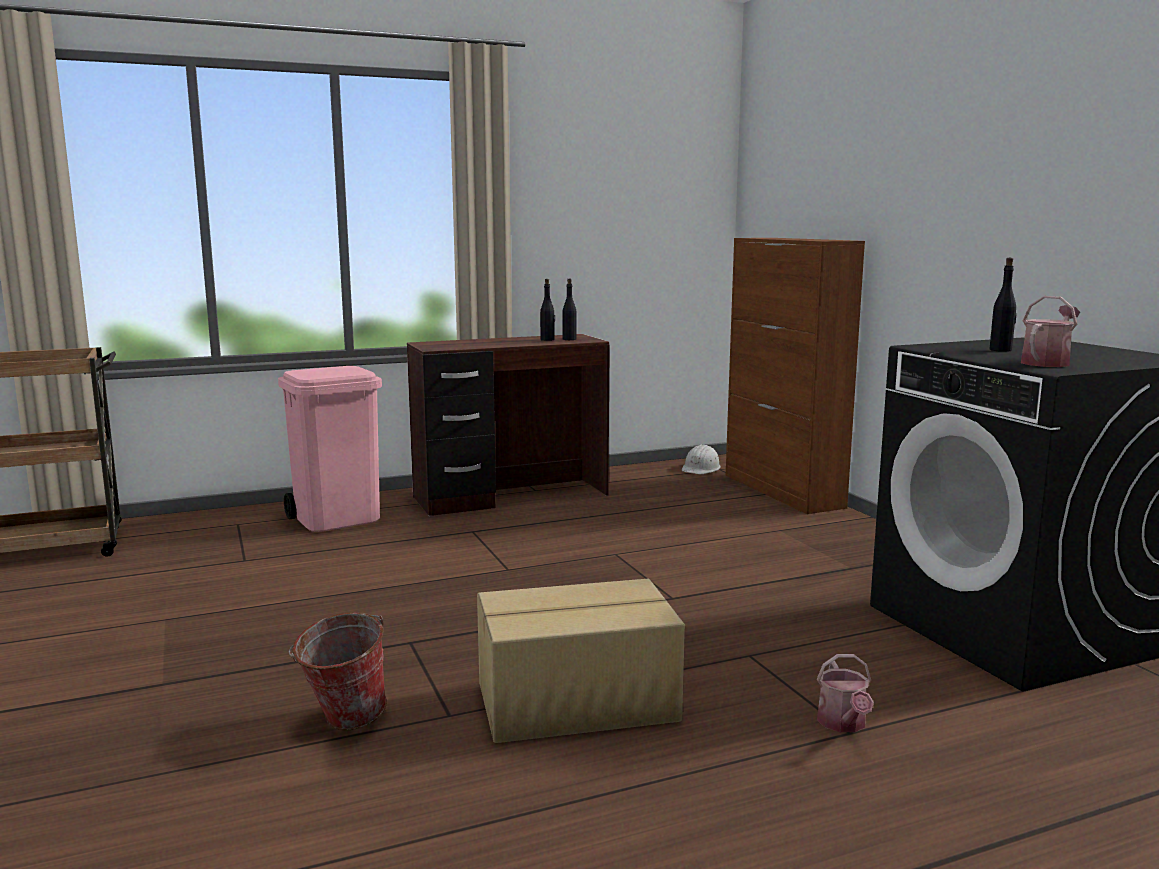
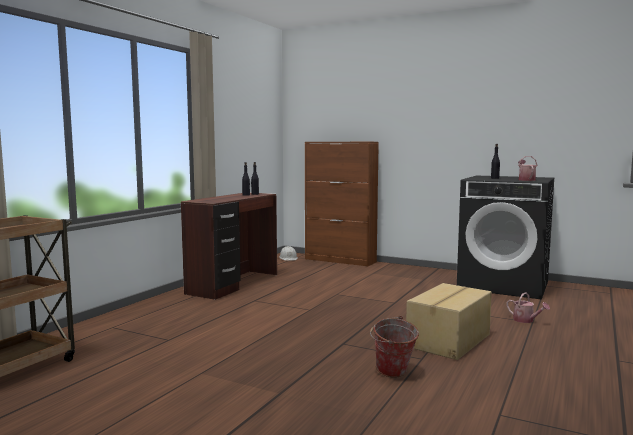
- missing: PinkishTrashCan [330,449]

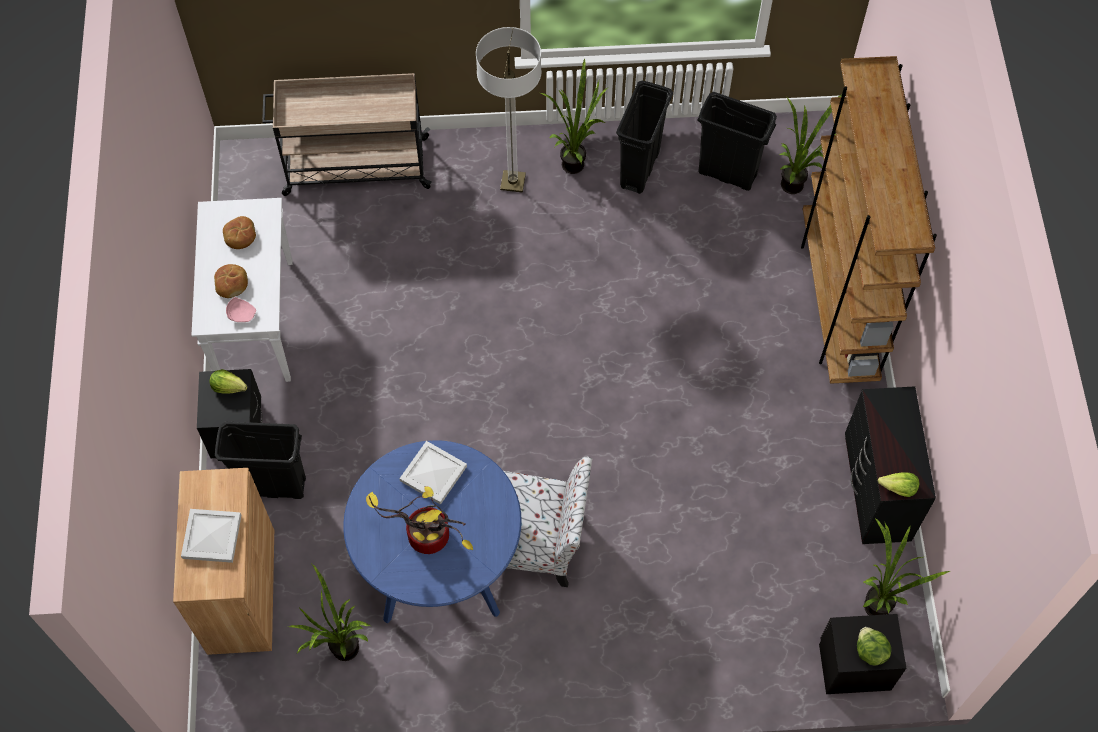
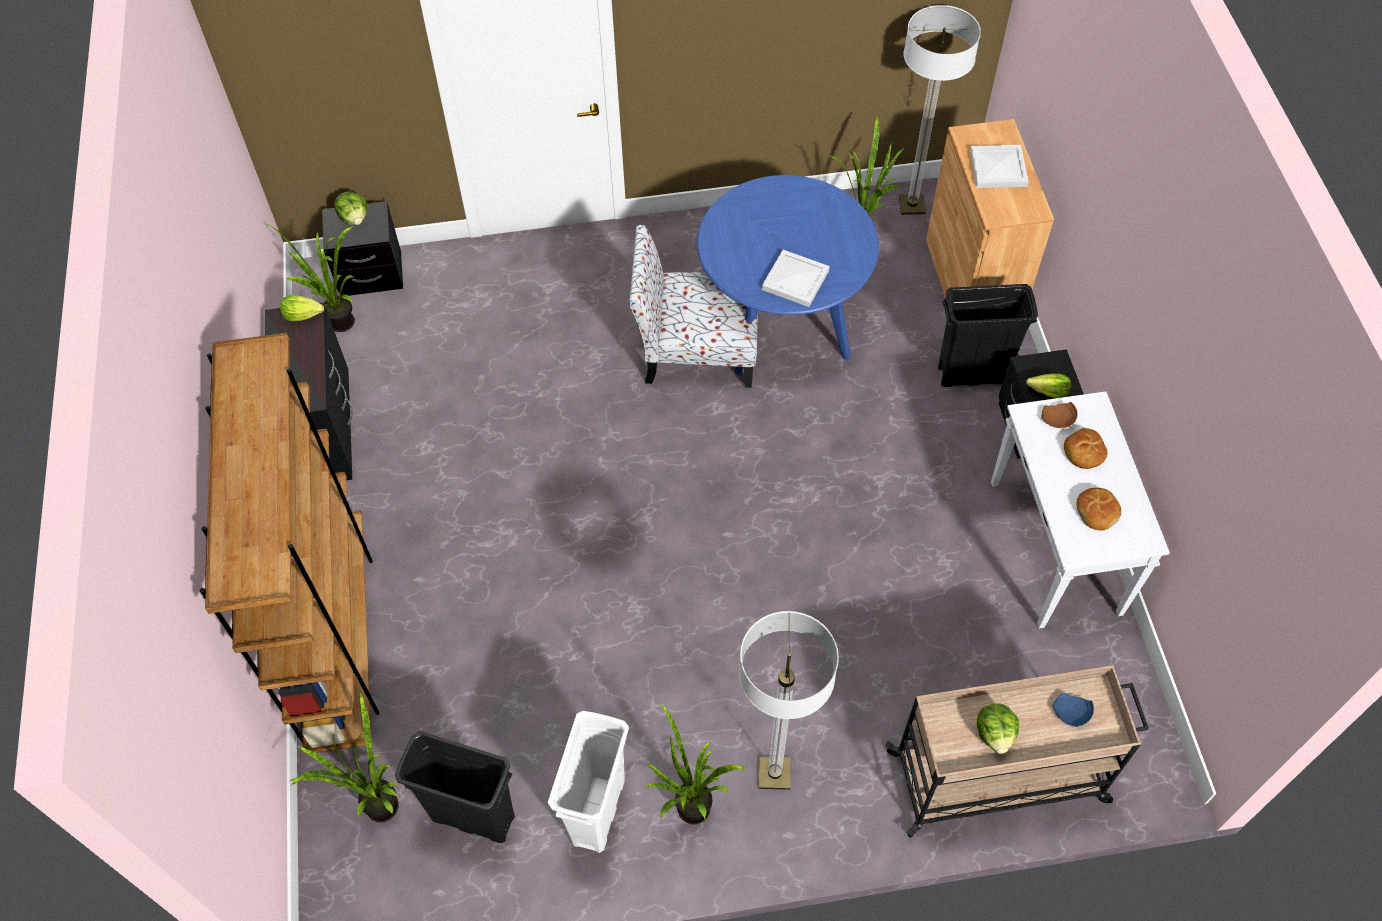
- colour: BlackColouredTrashCan [644,137] to WhiteTrashCan [588,782]
- colour: PinkishFlatDish [241,309] to BrownFlatDish [1059,415]
- missing: PlantInAPot [419,520]
- appeared: FloorLamp [940,110]
- appeared: BlueFlatDish [1073,710]
- appeared: Lettuce [998,728]

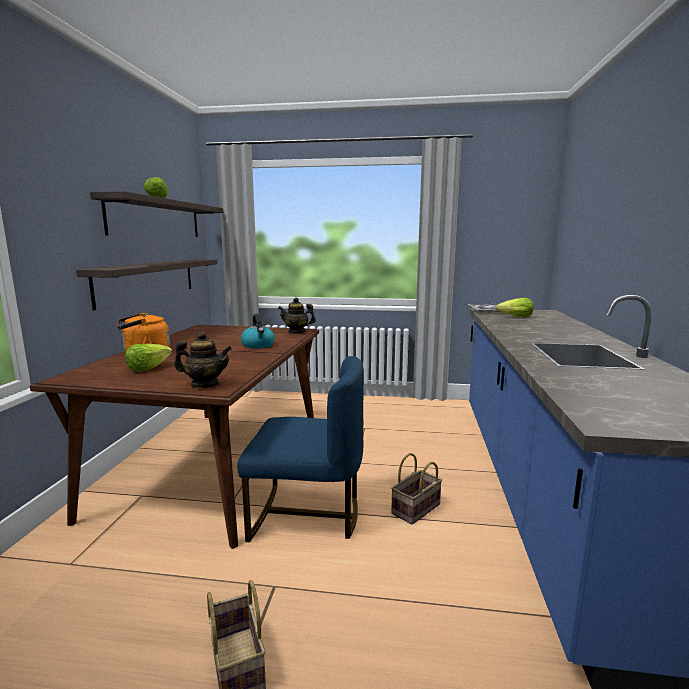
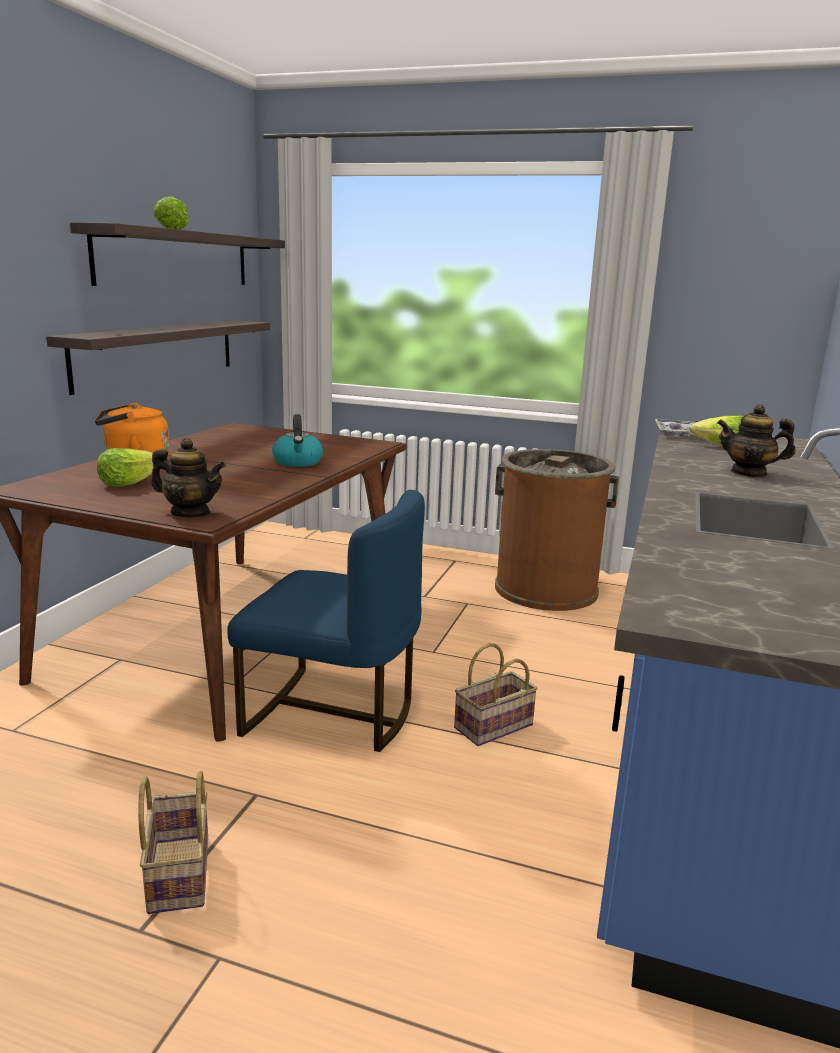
- relocated: Teapot [297,315] to [756,440]
- appeared: BrownTrashCan [557,530]

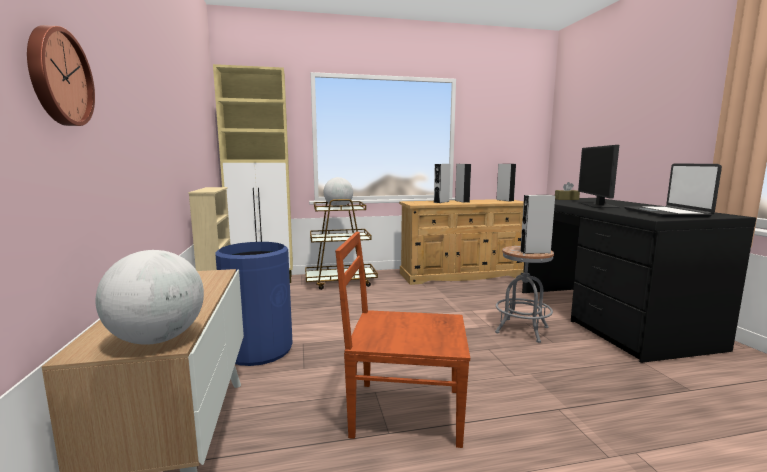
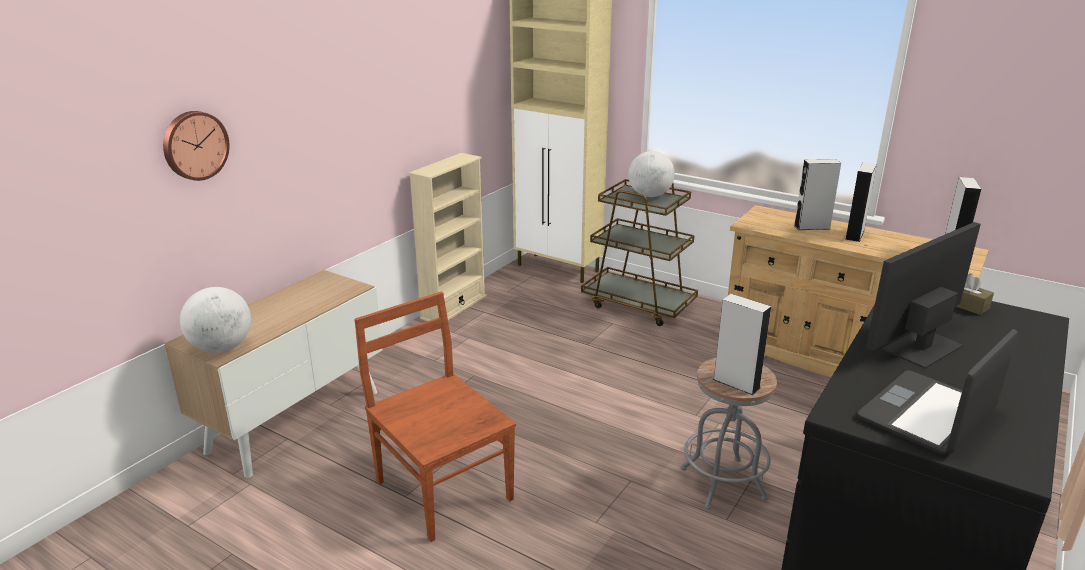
- missing: BlueTrashCan [254,304]

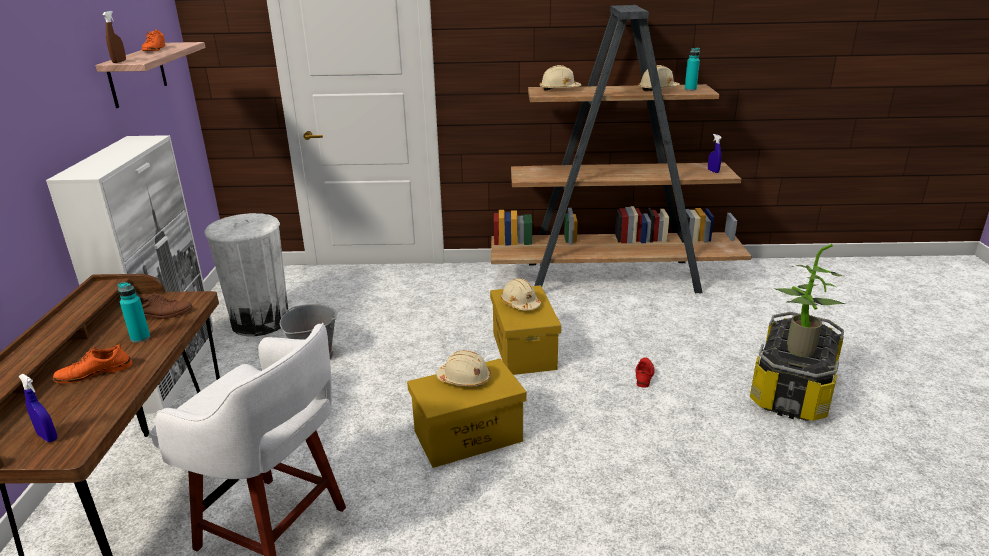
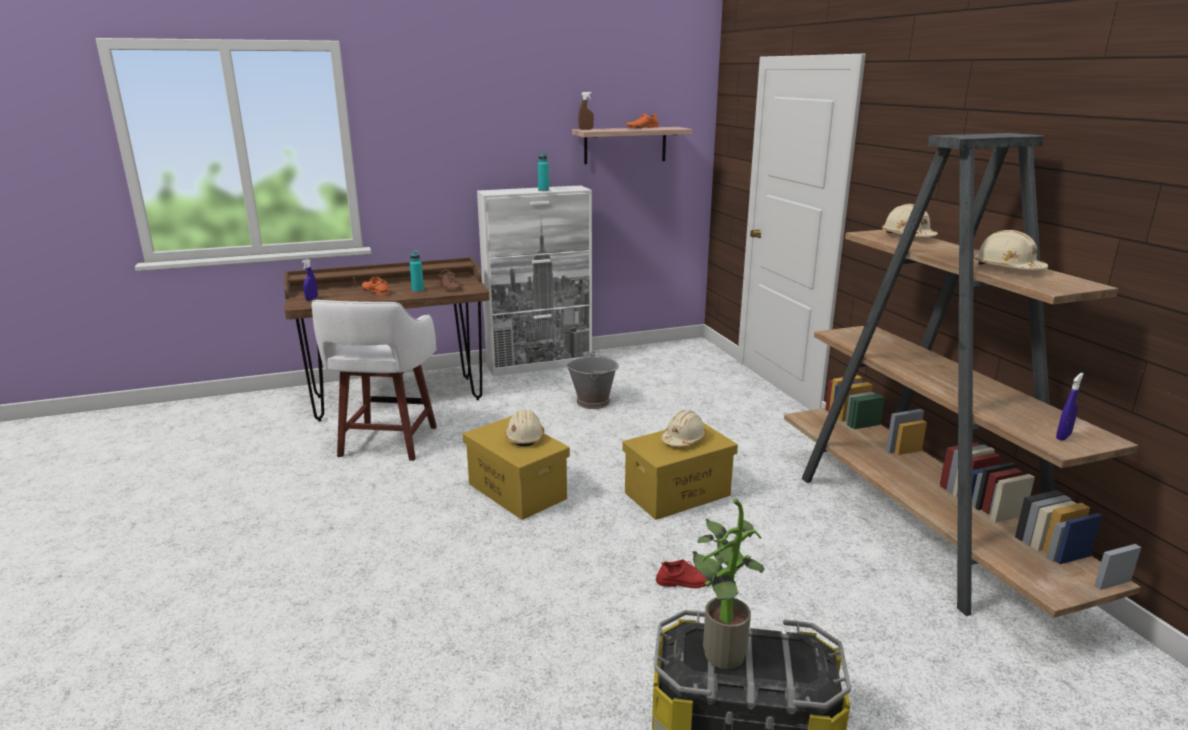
- relocated: TurquoiseColouredBottle [692,69] to [543,172]
- missing: WhiteTrashCan [246,274]

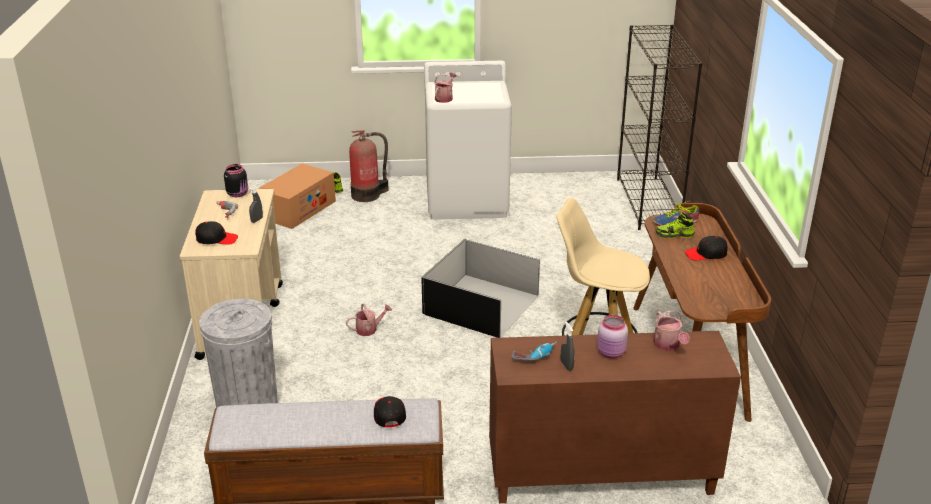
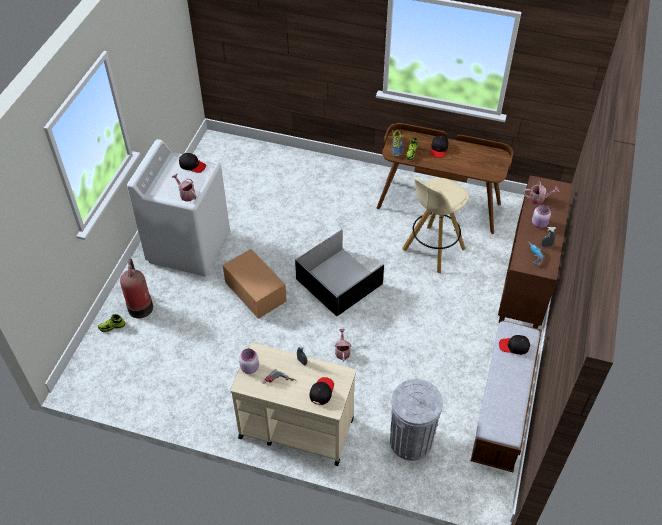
- missing: BlackColouredBookshelf [660,127]
- relocated: CardboardBox [297,196] to [255,284]
- colour: BlackColouredPreserveJar [236,180] to PinkishPreserveJar [249,361]
- appeared: BlackColouredCap [192,163]

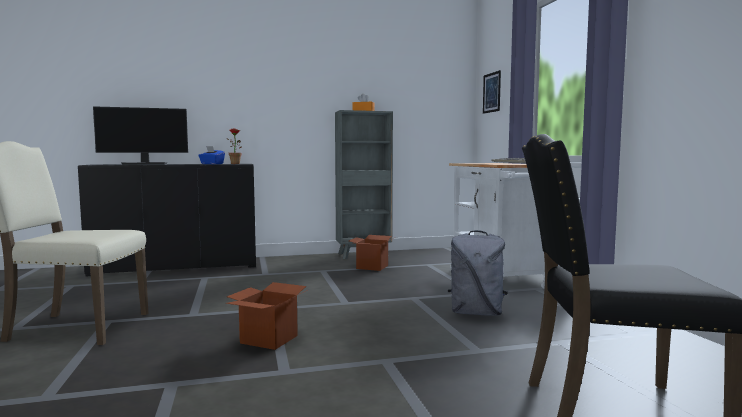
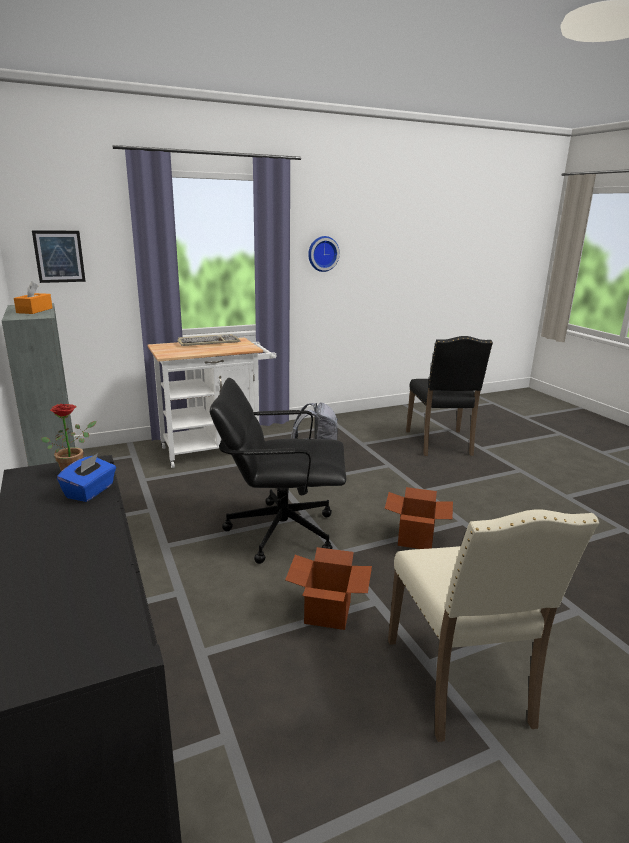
- missing: ComputerDisplay [140,135]
- relocated: CardboardBox [372,253] to [328,588]
- appeared: WallClock [324,254]
- appeared: BlackColouredOfficeChair [278,471]

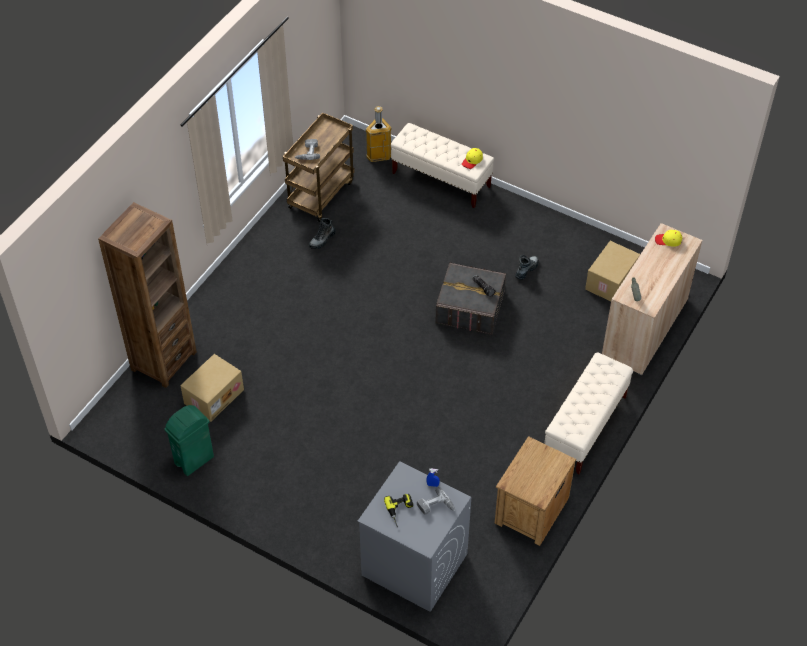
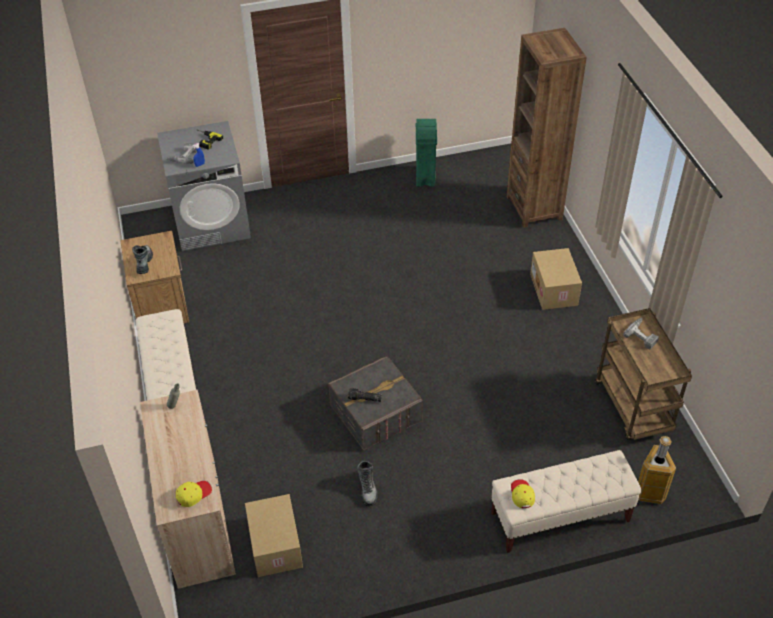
- relocated: HighTopBoot [322,233] to [142,259]
- relocated: CardboardBox [212,388] to [556,279]

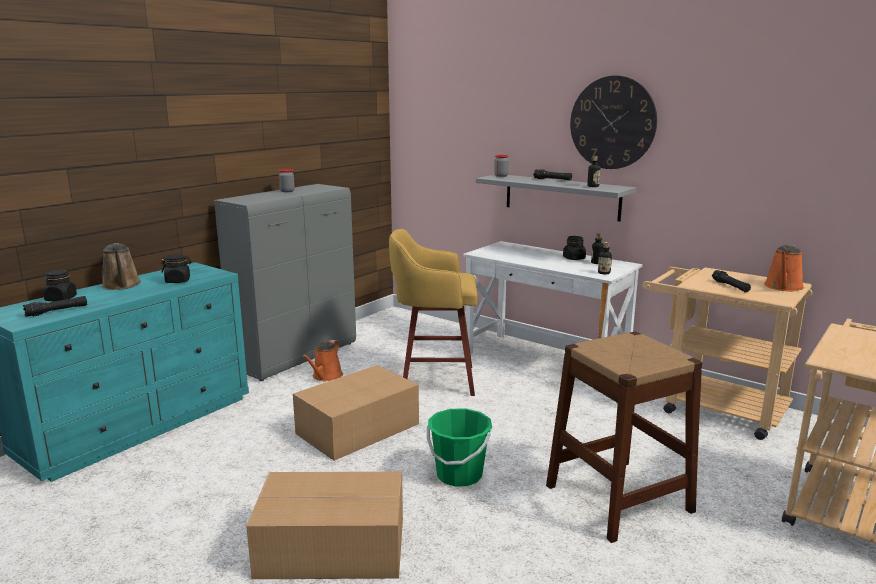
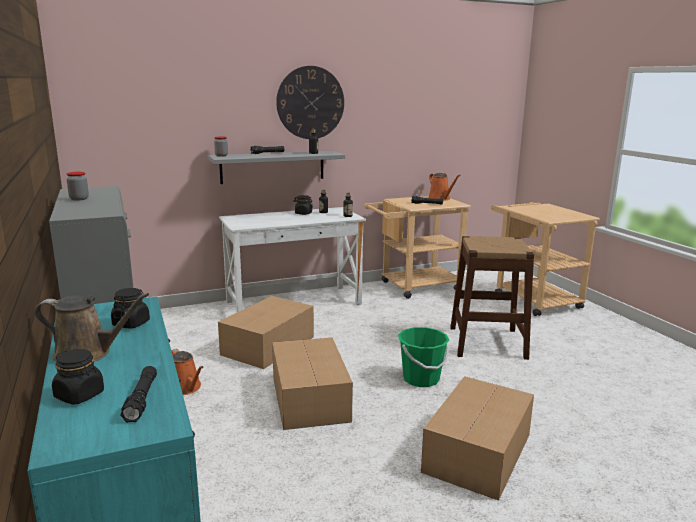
- exchanged: YellowSittingStool [433,312] to CardboardBox [266,332]

